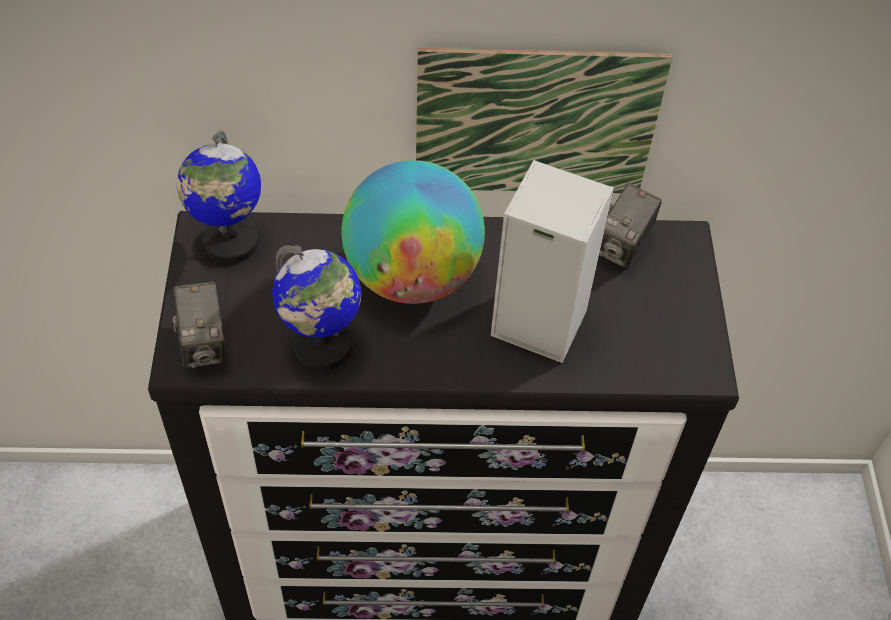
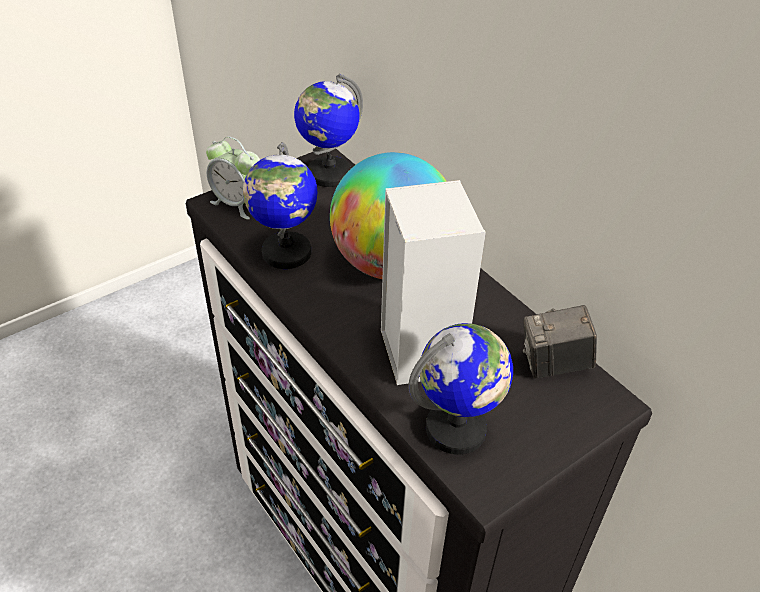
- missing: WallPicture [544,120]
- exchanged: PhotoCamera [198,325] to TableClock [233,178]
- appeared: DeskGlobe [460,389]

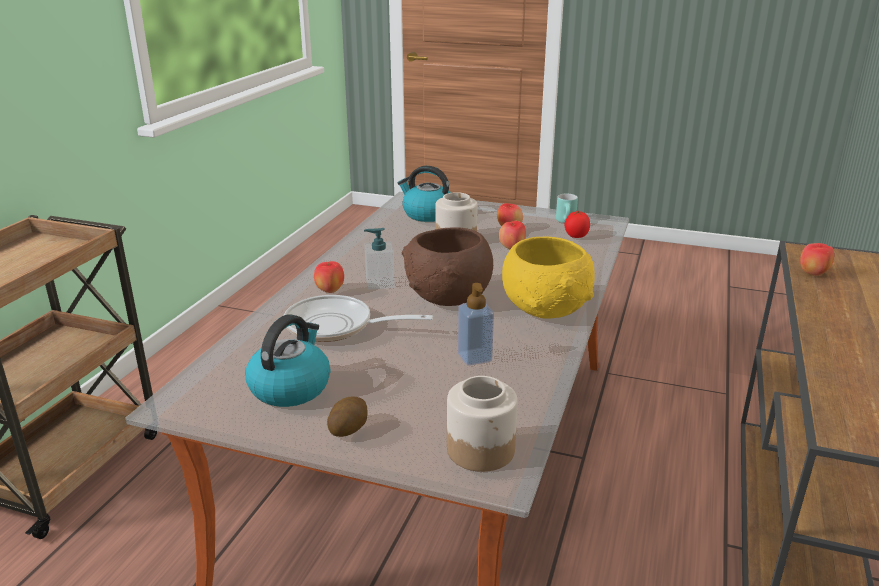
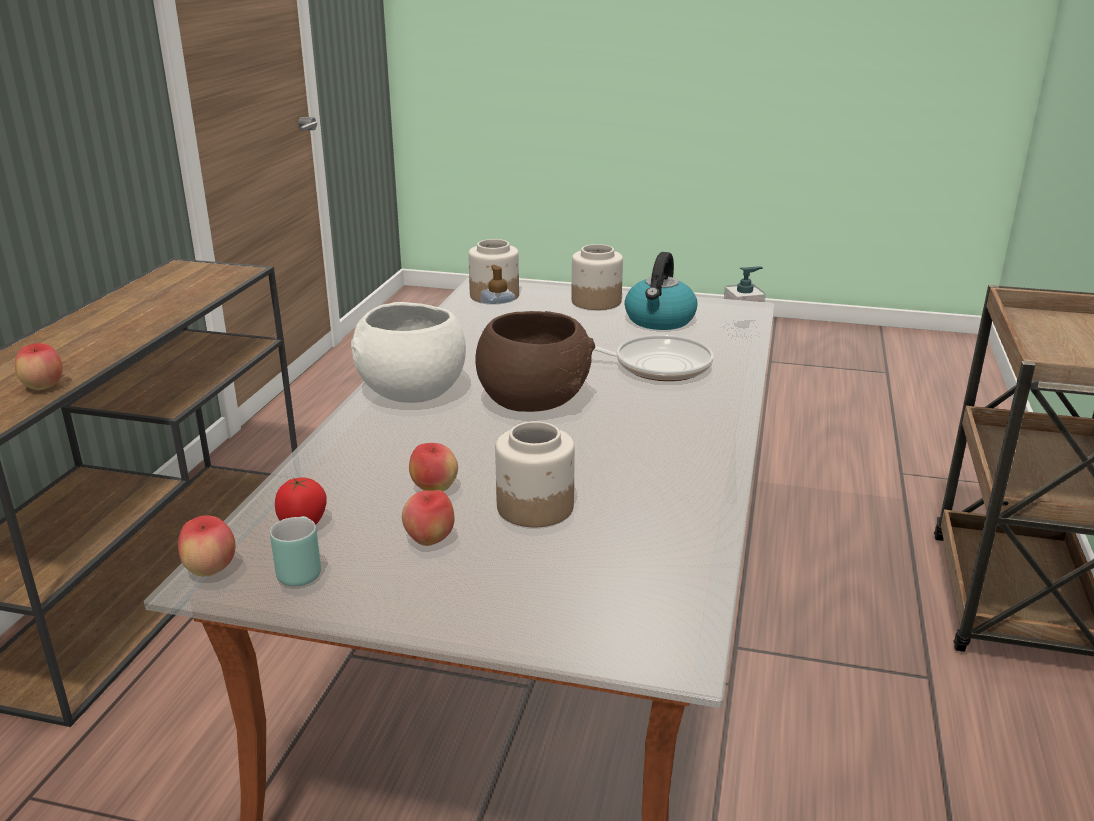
- missing: WaterKettle [424,194]
- relocated: SoapBottle [379,259] to [743,302]
- colour: YellowServingBowl [548,278] to WhiteServingBowl [408,352]
- relocated: Apple [329,277] to [206,545]
- exchanged: Potato [347,416] to PreserveJar [597,277]

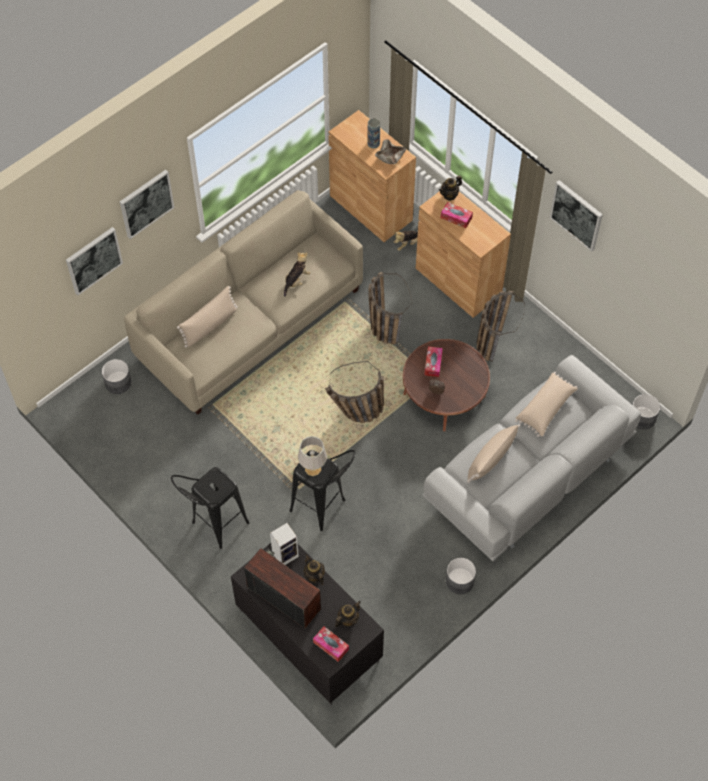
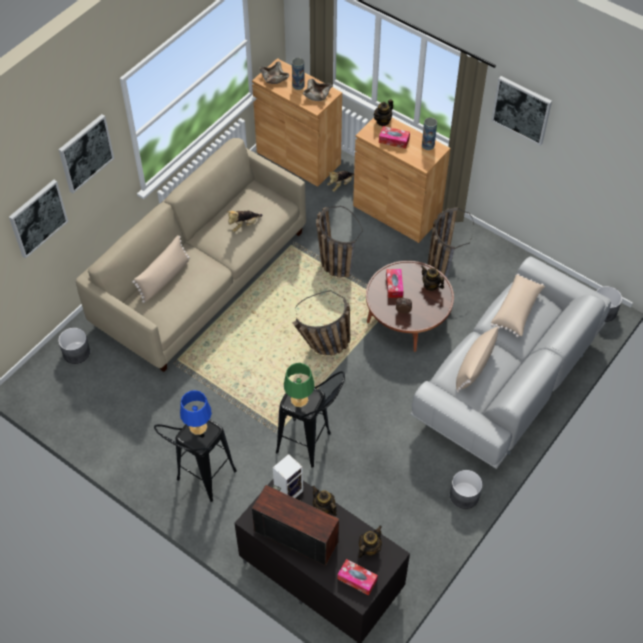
- spun: PlushToy [297,274] = [245,221] 150 degrees counterclockwise
- colour: GrayLampForATable [312,456] to GreenishLampForATable [299,385]
- appeared: BeigeServingBowl [274,72]
- appeared: Vase [429,133]
- appeared: Teapot [432,278]
- appeared: BlueLampForATable [196,412]

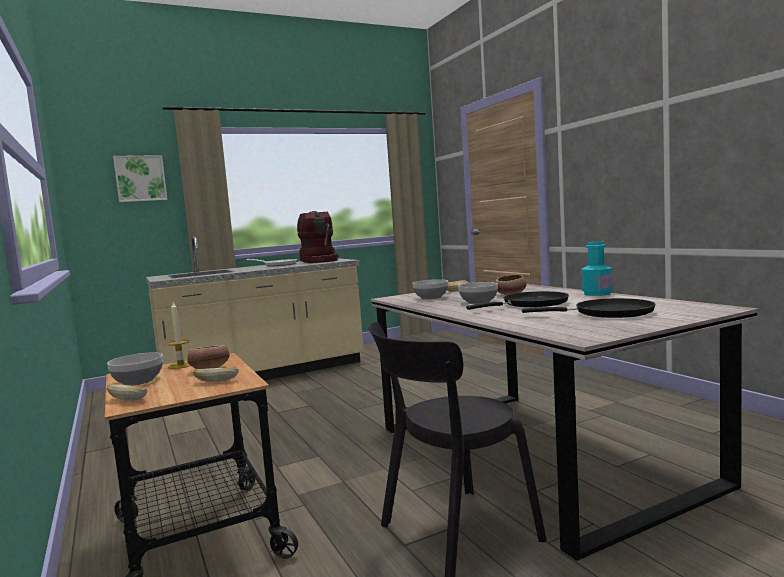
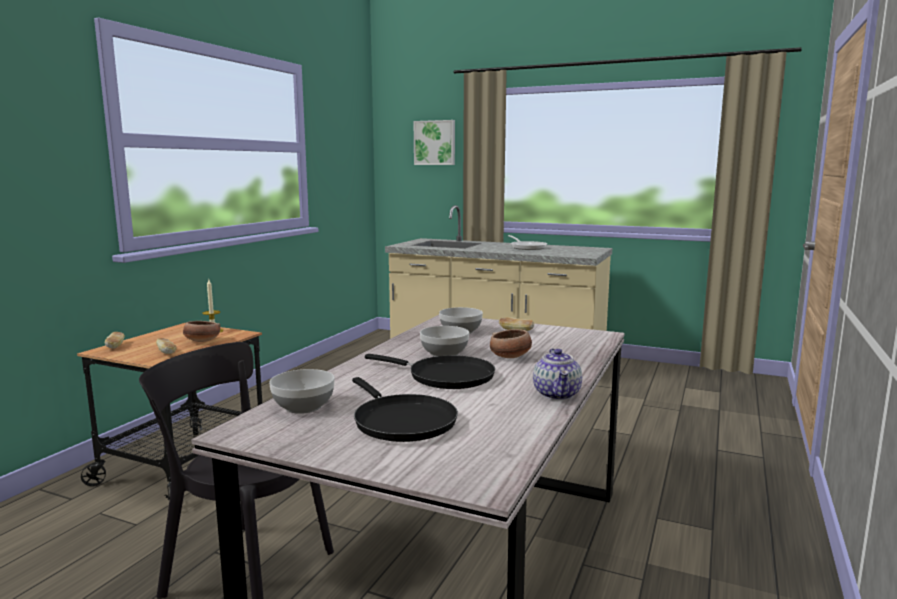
- missing: CoffeeMachine [318,237]
- exchanged: TurquoiseColouredBottle [596,269] to Teapot [557,374]
- relocated: ServingBowl [135,369] to [302,391]

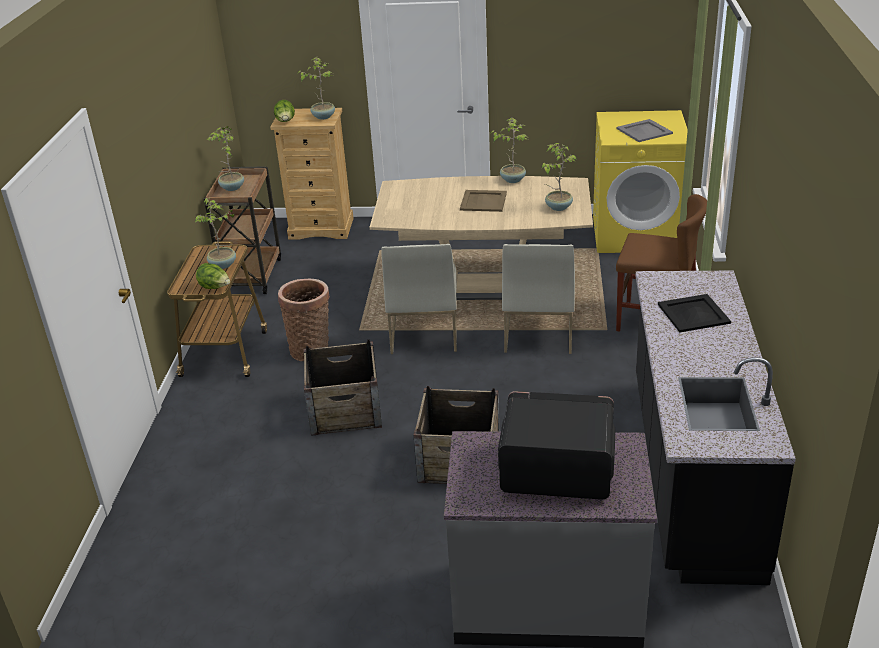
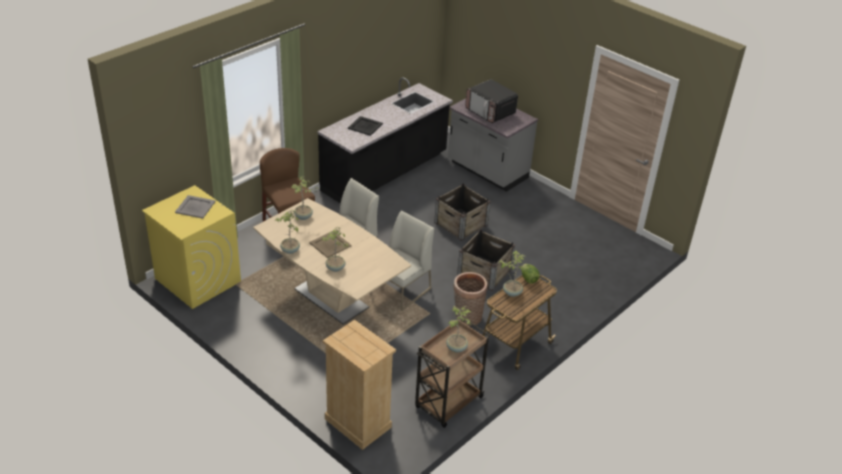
- relocated: PlantInAPot [316,88] to [335,249]
- missing: Lettuce [284,111]

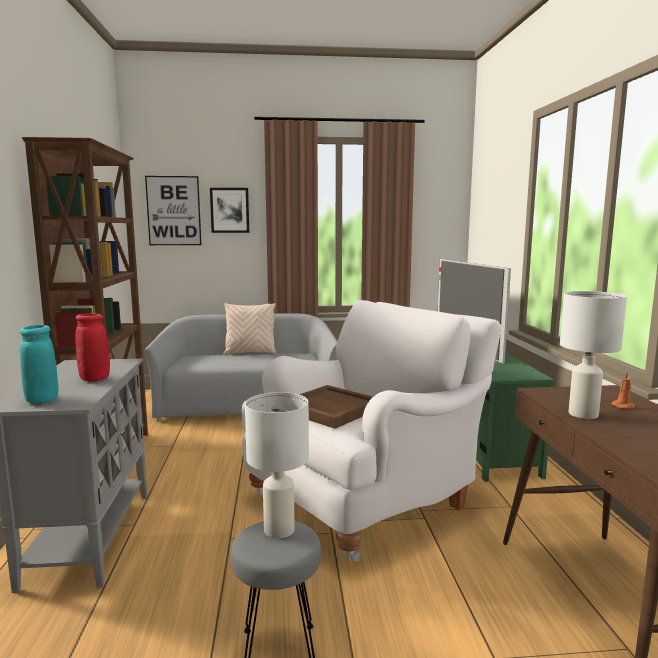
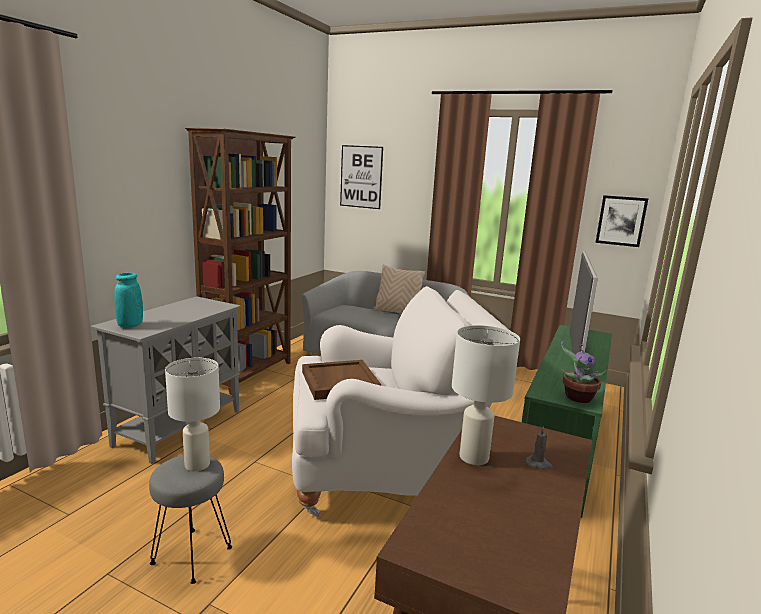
- relocated: WallPicture [229,210] to [621,221]
- missing: RedColouredVase [92,347]
- colour: OrangeyWaxCandle [623,390] to GrayWaxCandle [539,447]
- appeared: PlantInAPot [584,372]

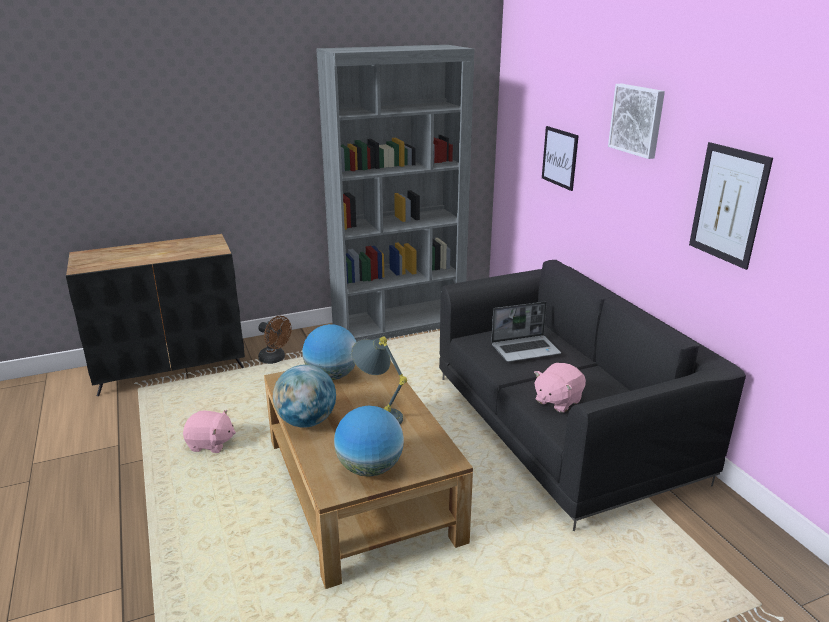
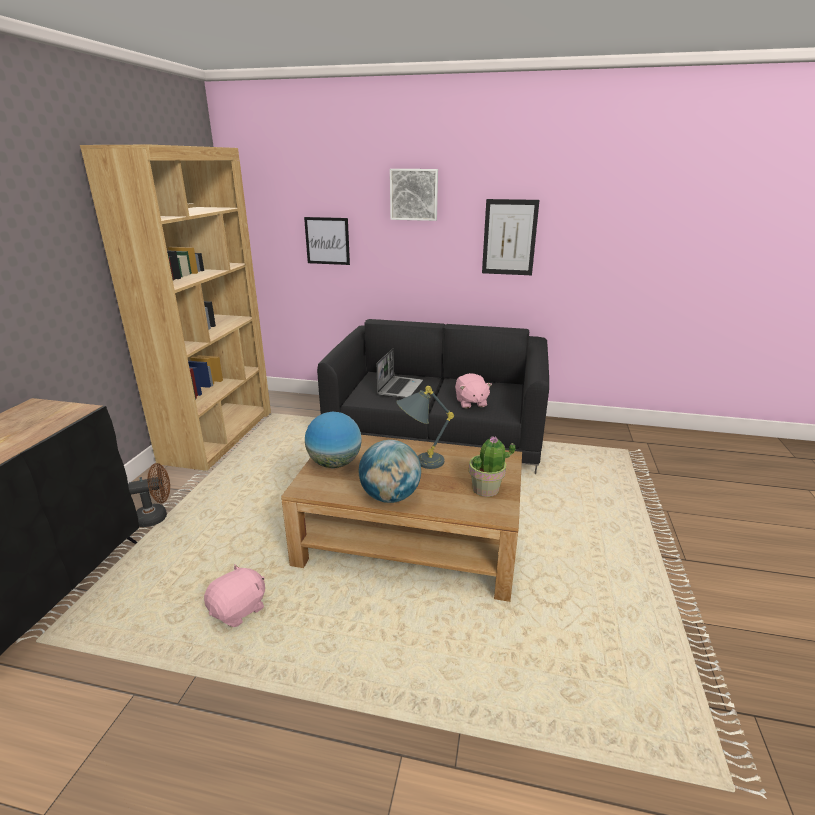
- colour: GrayBookshelf [395,193] to BrownBookshelf [175,307]
- exchanged: DeskGlobe [369,441] to PlantInAPot [492,466]

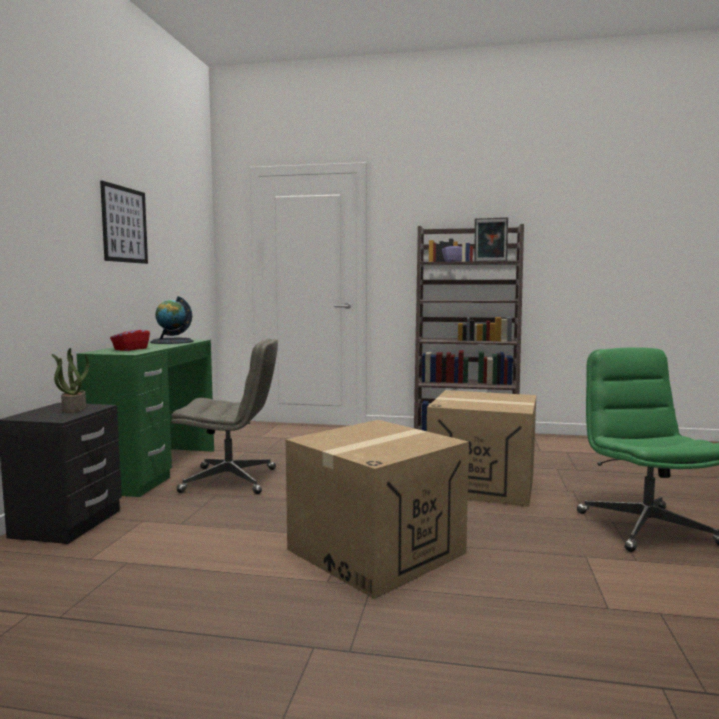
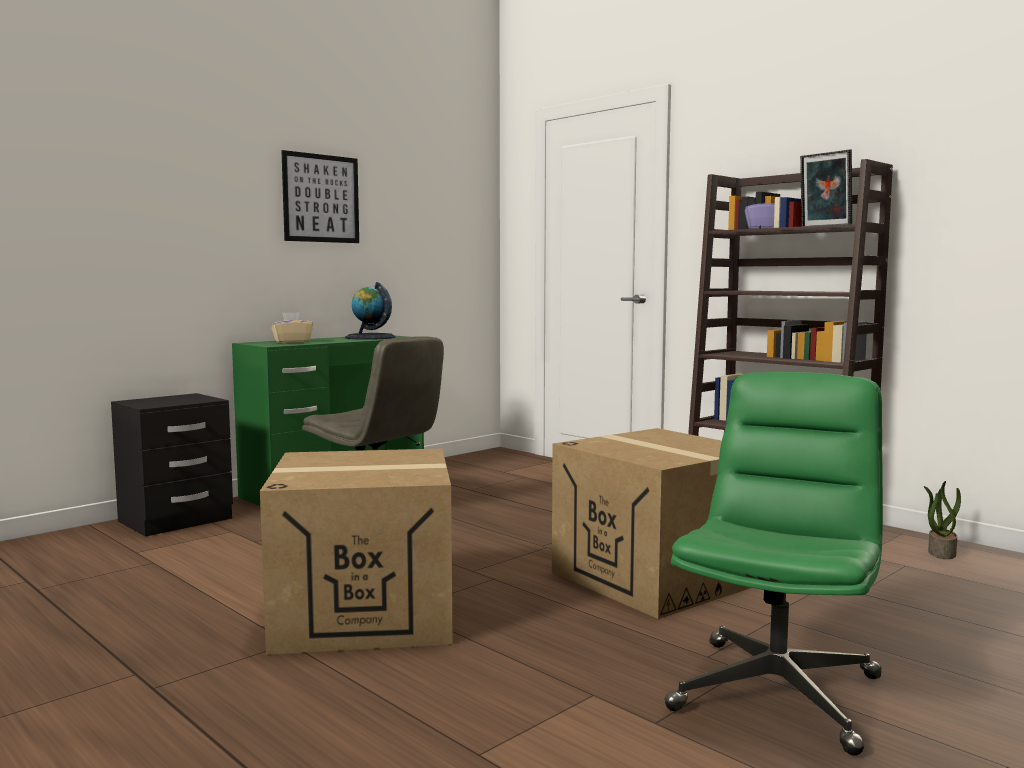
- colour: RedColouredTissueBox [130,337] to BeigeTissueBox [292,327]
- relocated: PlantInAPot [70,380] to [942,520]

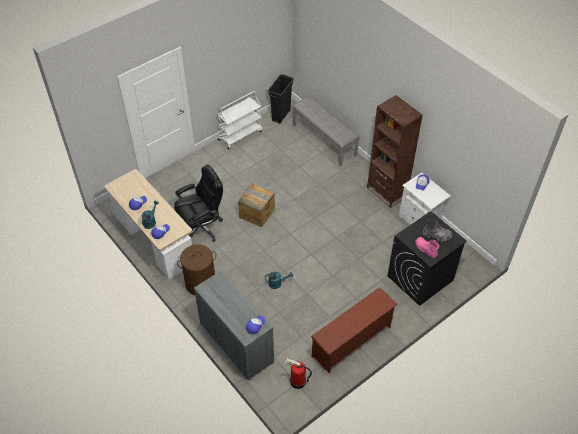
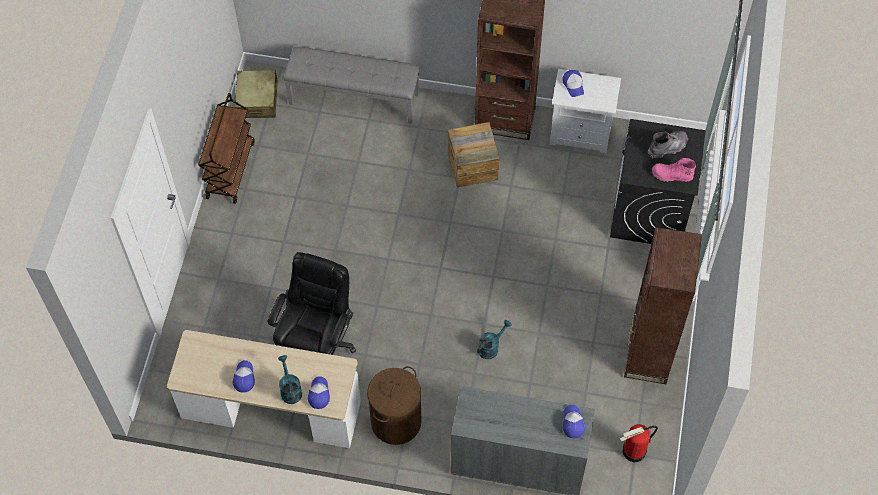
- exchanged: BlackColouredTrashCan [281,99] to BeigePieceOfLuggage [256,94]
- colour: WhiteCart [240,120] to BrownCart [226,148]
- relocated: Crate [256,205] to [473,154]
- exchanged: BrownShoeShelf [354,330] to BrownBookshelf [663,305]

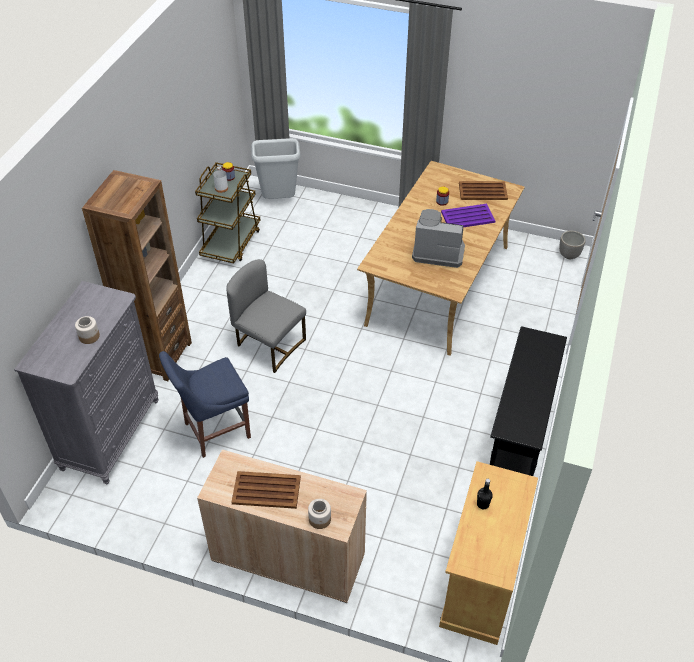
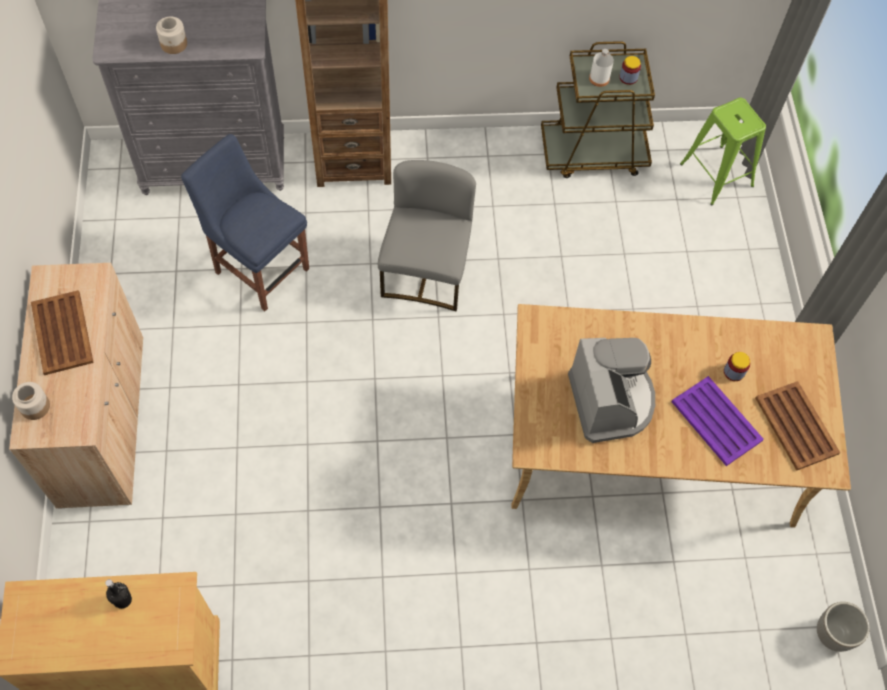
- exchanged: GrayTrashCan [276,168] to GreenishSittingStool [723,151]
- missing: BlackColouredConsoleTable [528,401]

